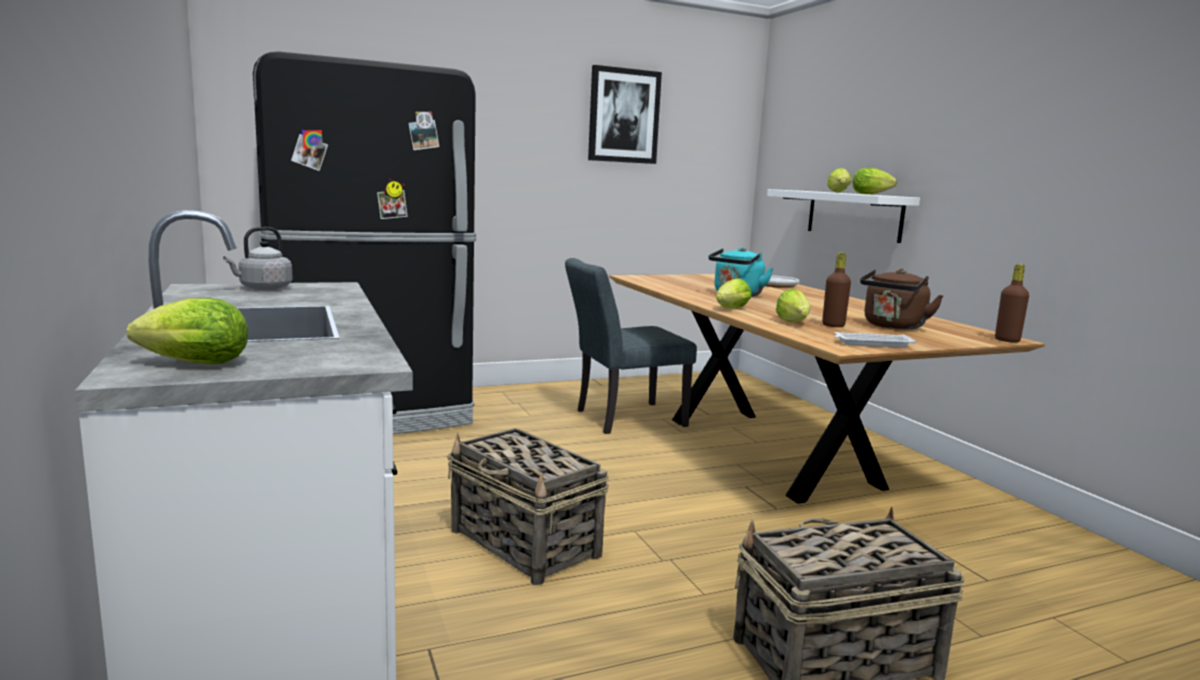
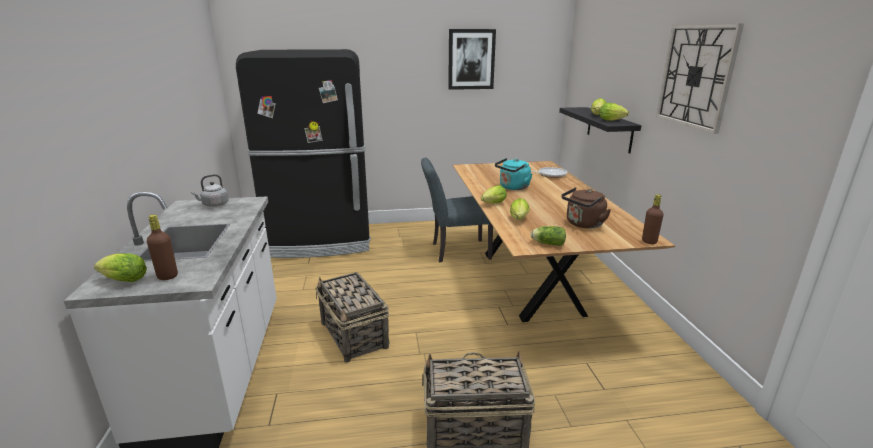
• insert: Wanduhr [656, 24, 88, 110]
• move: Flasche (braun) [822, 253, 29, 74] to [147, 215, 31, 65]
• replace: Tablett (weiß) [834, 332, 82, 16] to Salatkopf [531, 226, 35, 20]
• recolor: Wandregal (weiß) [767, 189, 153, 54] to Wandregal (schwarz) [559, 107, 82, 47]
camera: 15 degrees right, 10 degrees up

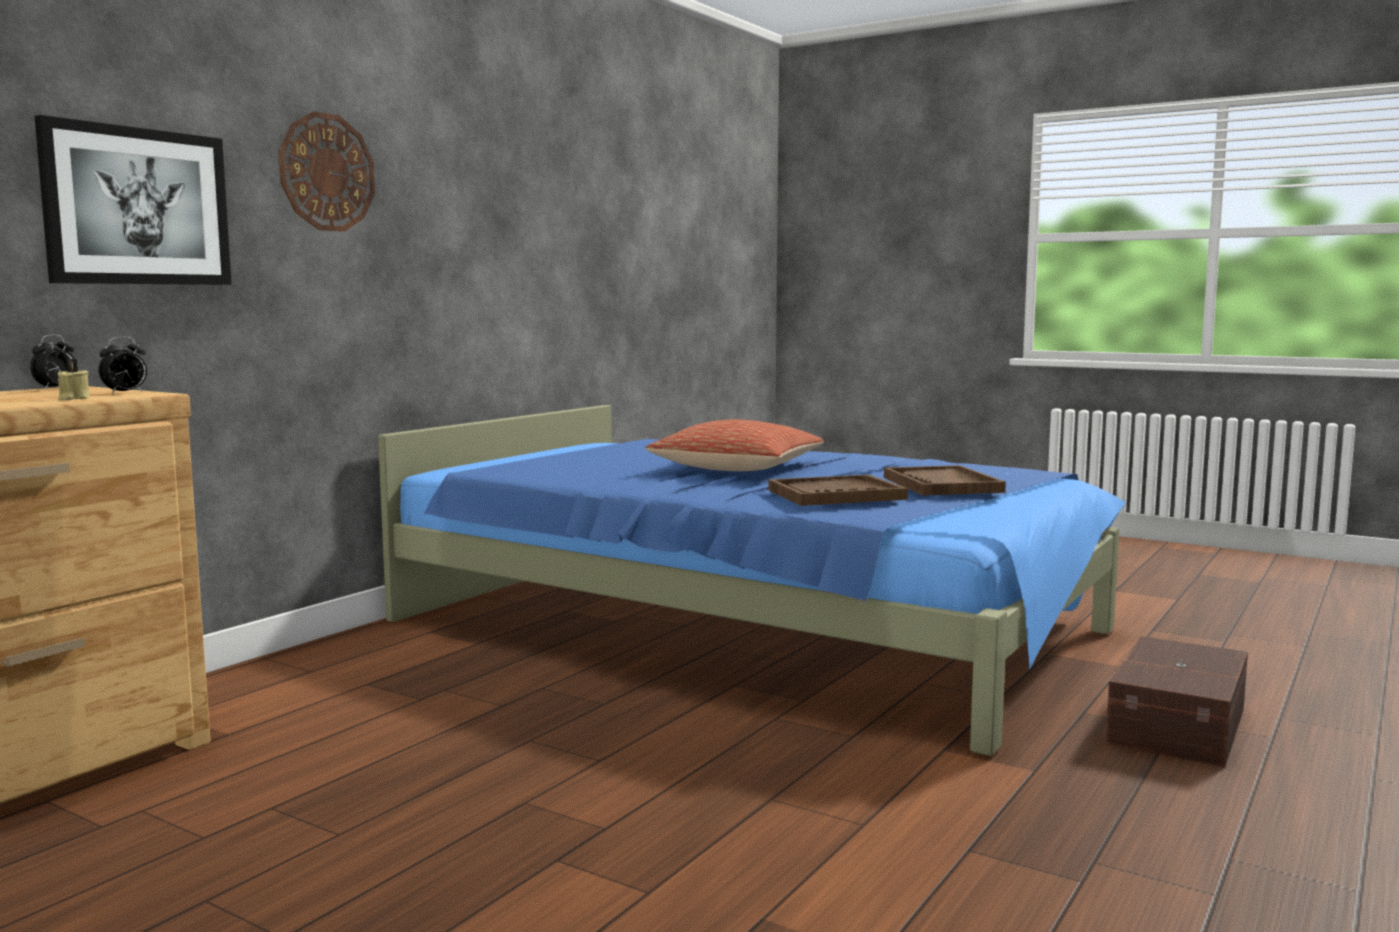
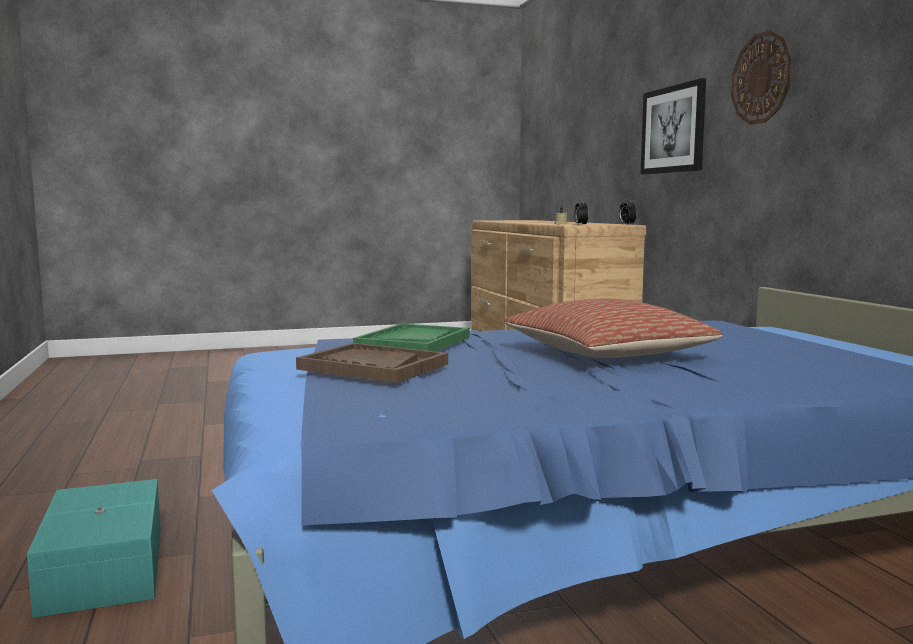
• recolor: Tablett (braun) [768, 475, 140, 31] to Tablett (grün) [353, 323, 117, 29]
• recolor: Aufbewahrungsbox (braun) [1105, 636, 143, 131] to Aufbewahrungsbox (türkis) [27, 479, 134, 139]
camera: 130 degrees right, 0 degrees up

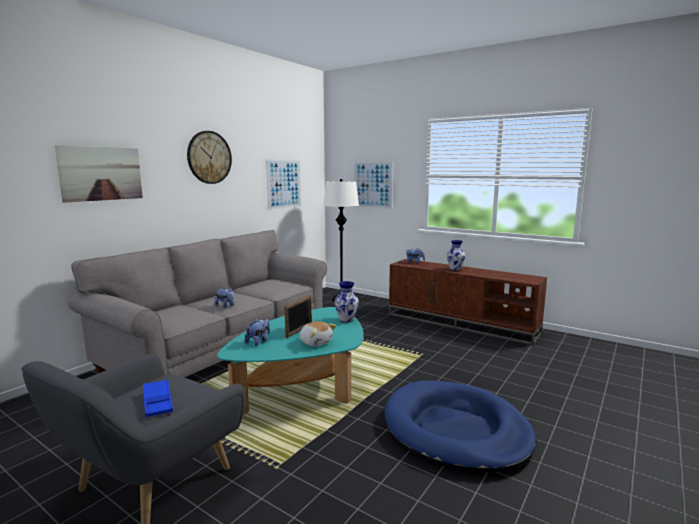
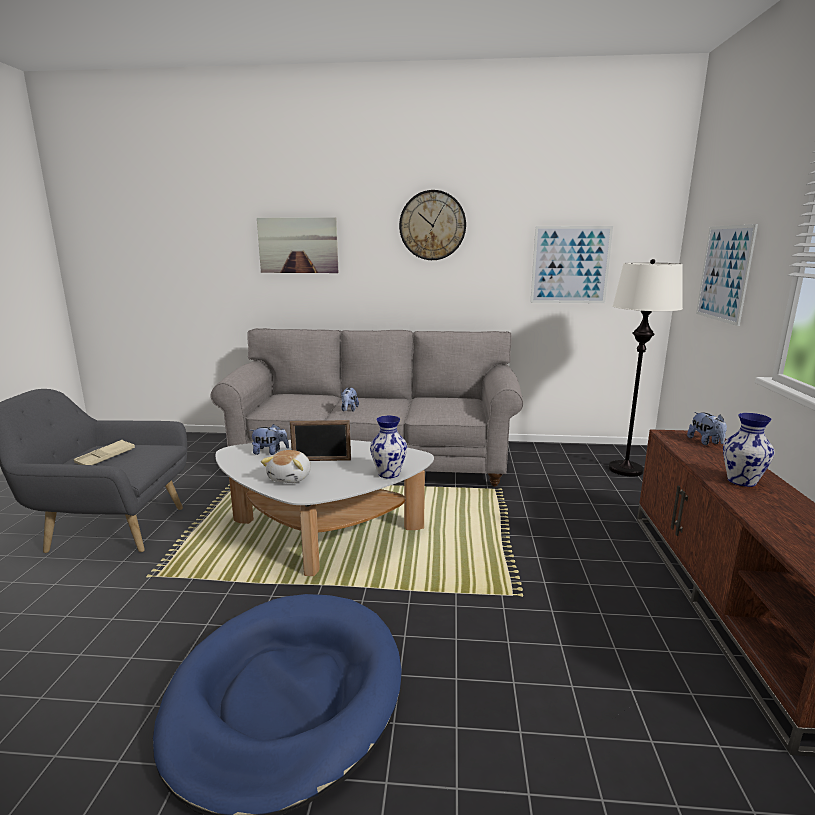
• recolor: Tablett (blau) [143, 379, 30, 38] to Tablett (beige) [74, 440, 61, 25]
• recolor: Couchtisch (türkis) [218, 307, 146, 108] to Couchtisch (weiß) [216, 440, 218, 136]
camera: 60 degrees right, 5 degrees up

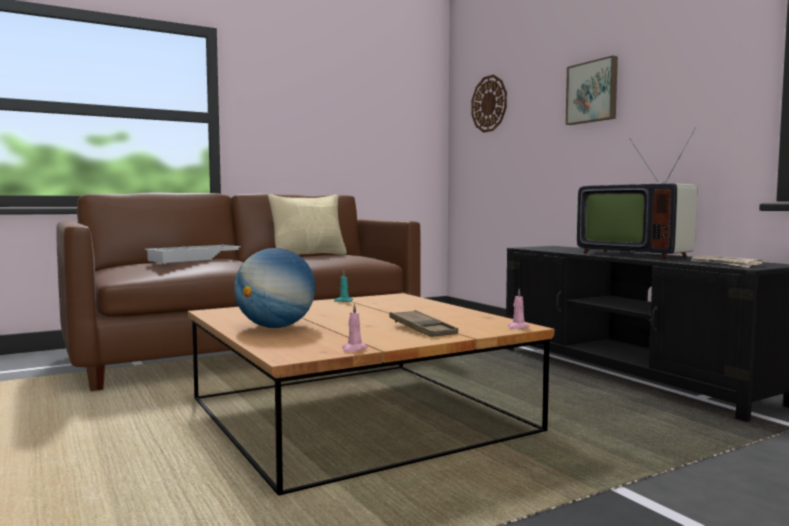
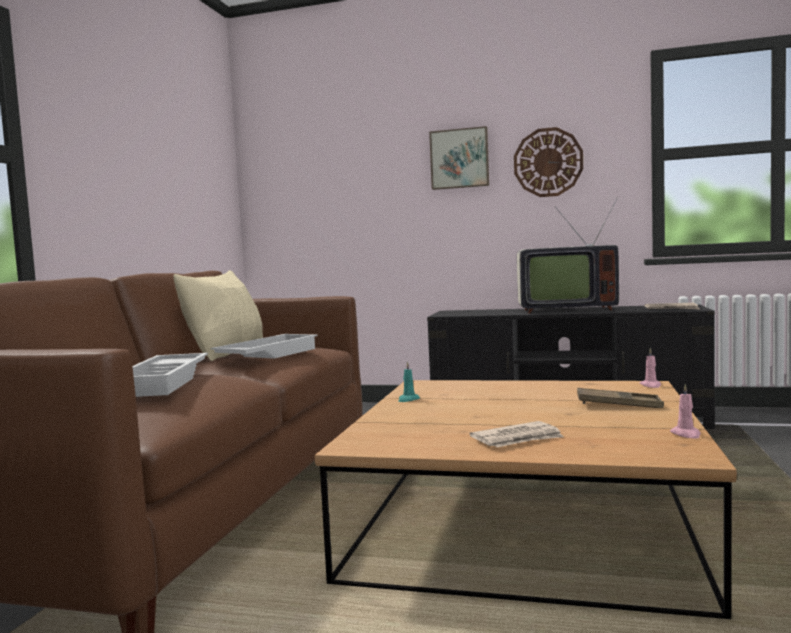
• insert: Tablett (weiß) [211, 334, 106, 25]
• move: Wanduhr [471, 75, 36, 58] to [514, 127, 69, 70]
• replace: Globus [234, 248, 81, 80] to Zeitung [469, 421, 95, 26]
camera: 45 degrees left, 0 degrees up

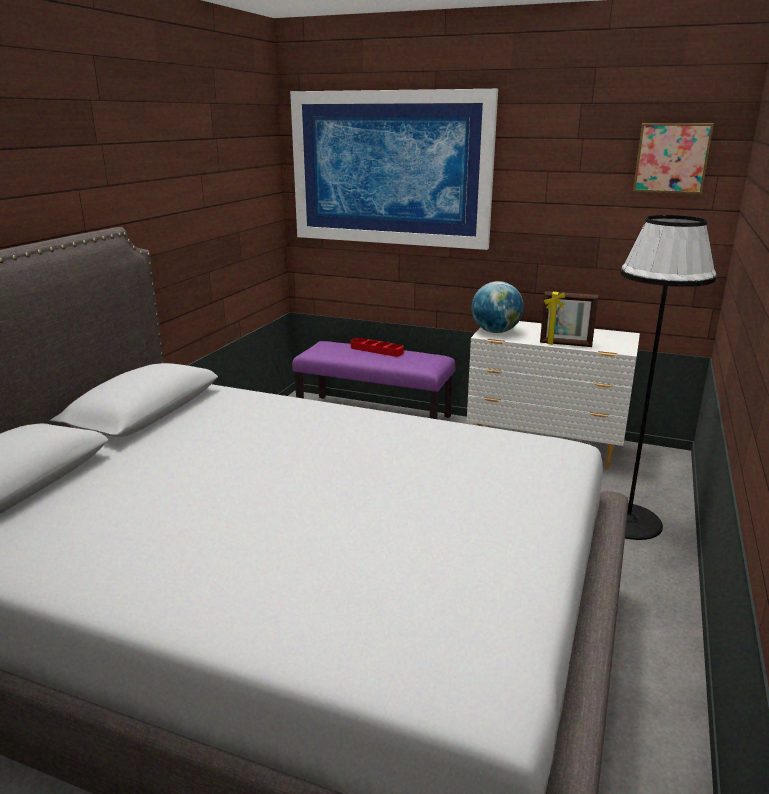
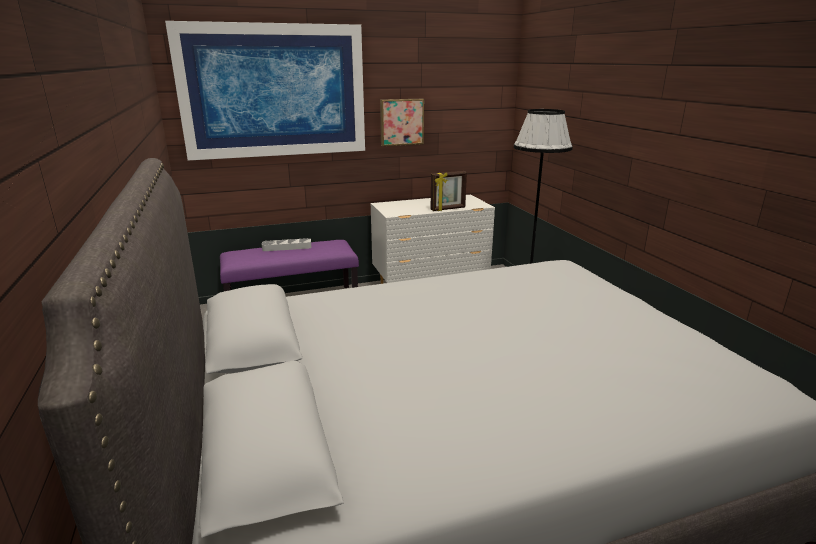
• delete: Globus [472, 281, 52, 52]
• move: Bild [633, 123, 81, 71] to [380, 99, 44, 47]
• recolor: Tablett (rot) [351, 338, 53, 19] to Tablett (grau) [262, 238, 49, 13]
camera: 40 degrees left, 0 degrees up

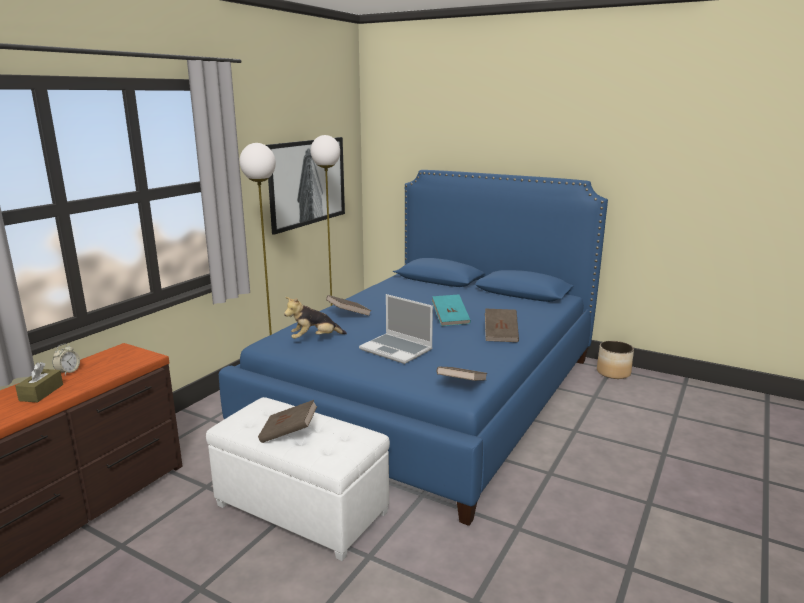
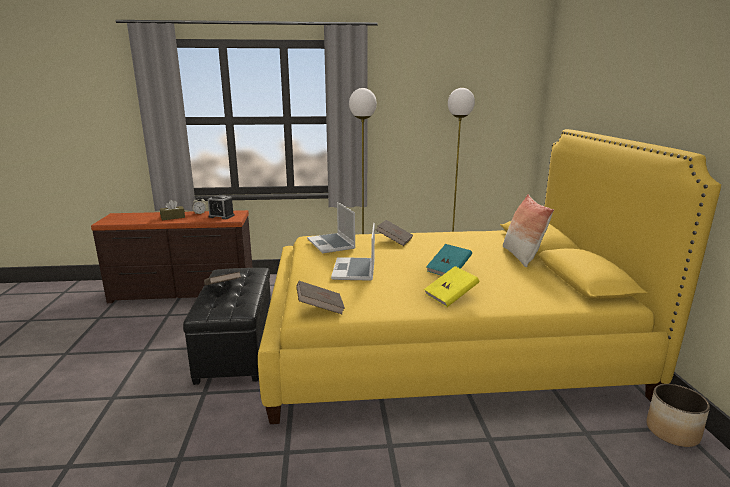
• delete: Bild [266, 137, 79, 98]
• insert: Wecker [208, 195, 27, 24]
• insert: Kissen [503, 194, 51, 73]
• replace: Plüschtier [284, 297, 63, 42] to Laptop [307, 202, 49, 51]
• recolor: Polsterhocker (weiß) [206, 397, 184, 164] to Polsterhocker (schwarz) [183, 268, 88, 117]
• recolor: Bett (blau) [219, 170, 389, 356] to Bett (gelb) [258, 129, 463, 295]
• recolor: Buch (braun) [485, 309, 34, 33] to Buch (gelb) [424, 266, 55, 41]
camera: 55 degrees right, 0 degrees up

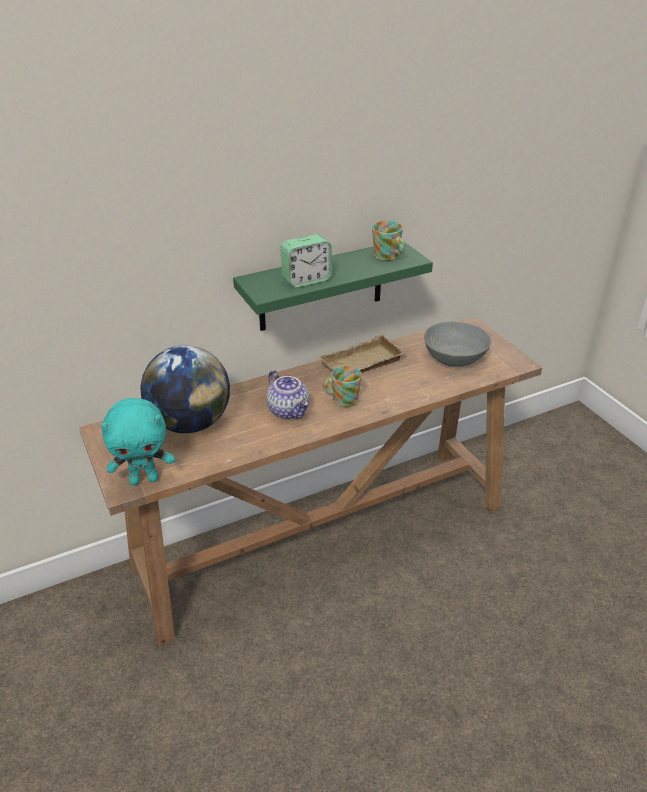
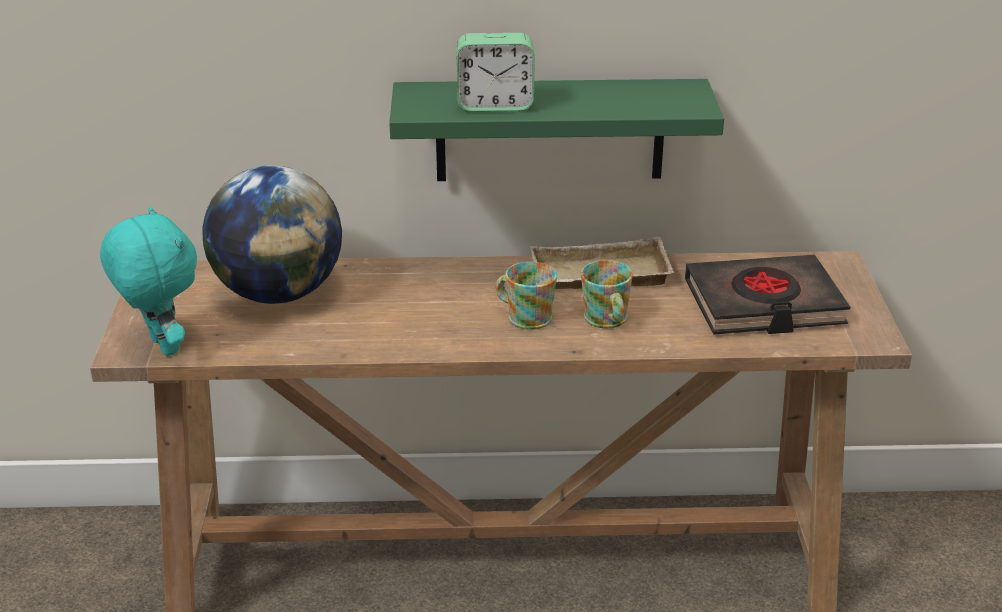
• delete: Teekanne [267, 370, 42, 49]
• move: Henkelbecher [372, 221, 33, 40] to [581, 260, 52, 68]
• replace: Schüssel (grau) [424, 322, 67, 45] to Buch (schwarz) [685, 255, 165, 80]
• rotate: Plüschtier (türkis) [101, 398, 74, 87] = [100, 206, 97, 150] 135 degrees counterclockwise
camera: 25 degrees right, 5 degrees down

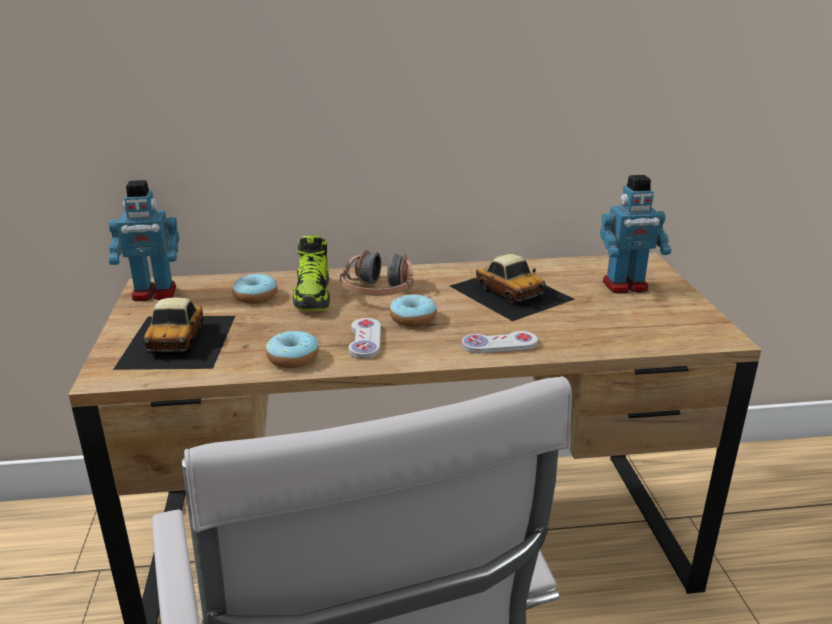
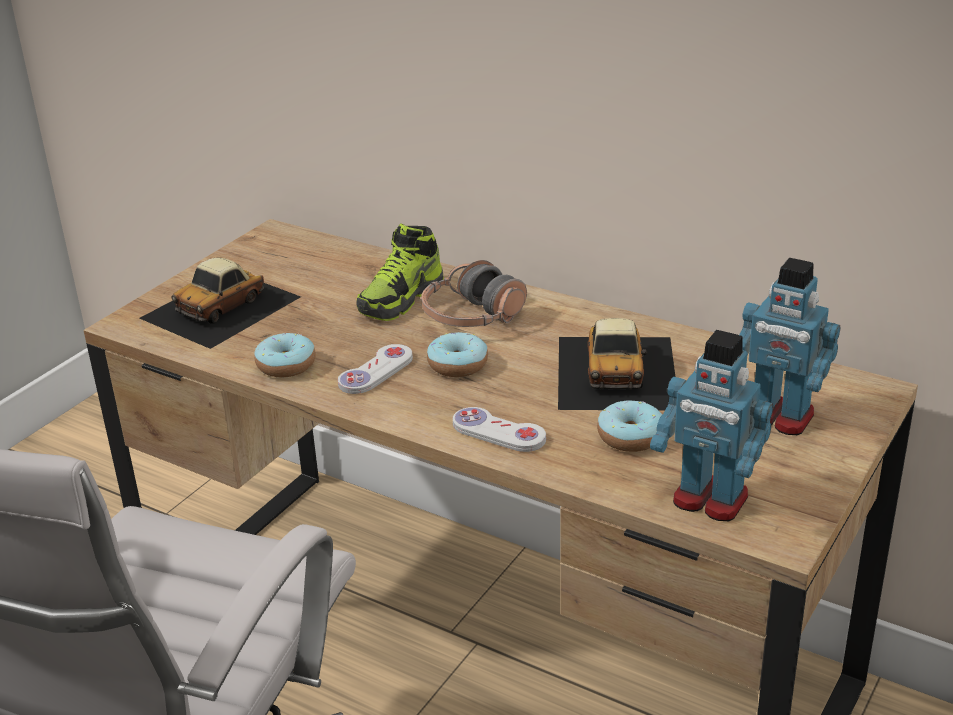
• move: Spielzeugroboter [109, 180, 70, 121] to [650, 330, 123, 191]
• move: Donut [232, 274, 46, 30] to [597, 401, 65, 51]
camera: 40 degrees right, 5 degrees up

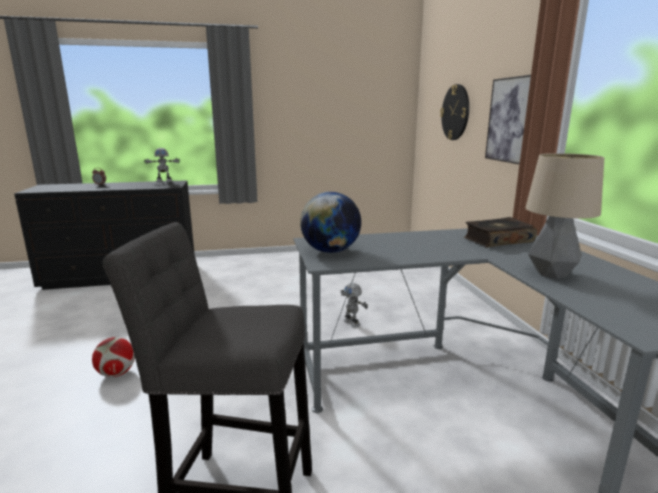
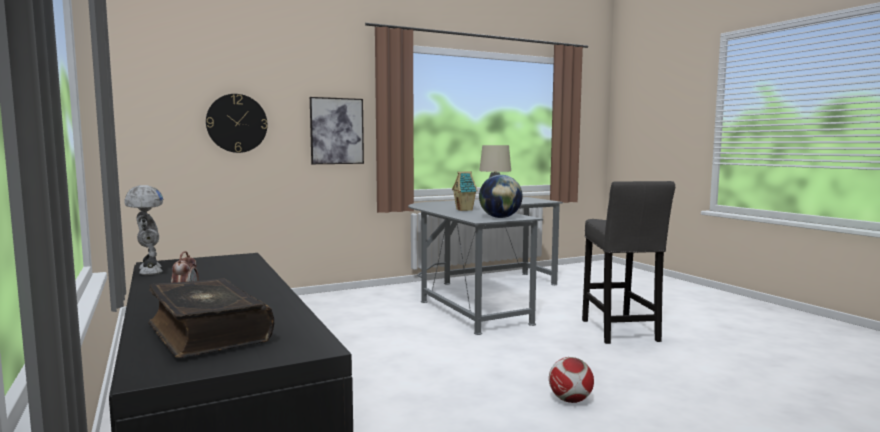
• delete: Spielzeugroboter [340, 283, 28, 45]
• insert: Spielzeughaus [452, 171, 26, 40]
• move: Buch [464, 217, 73, 30] to [149, 278, 125, 80]
camera: 105 degrees left, 10 degrees down

